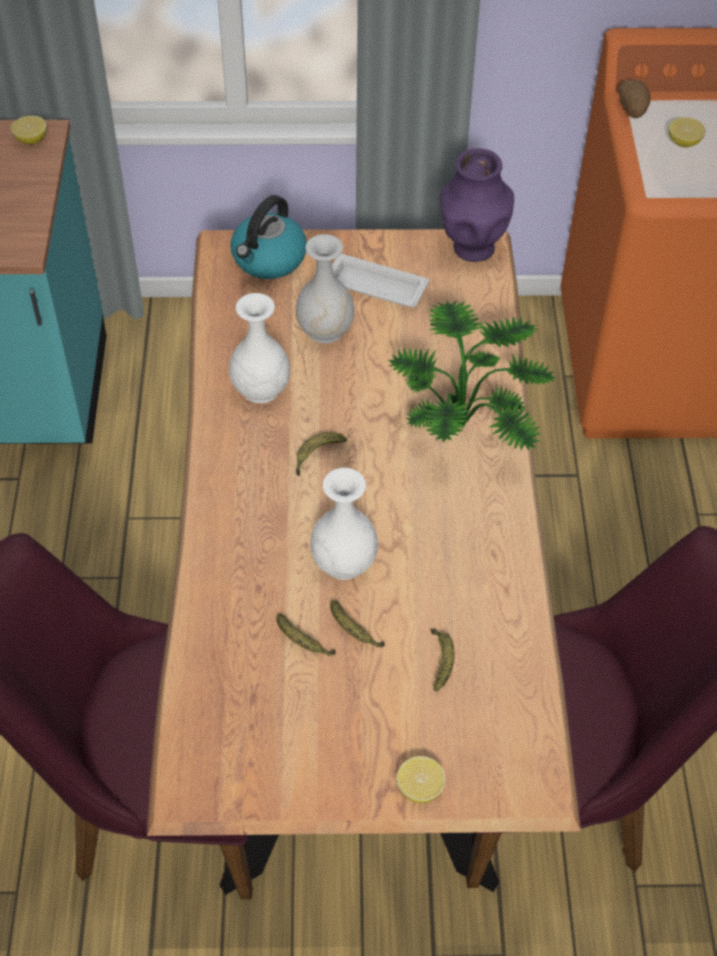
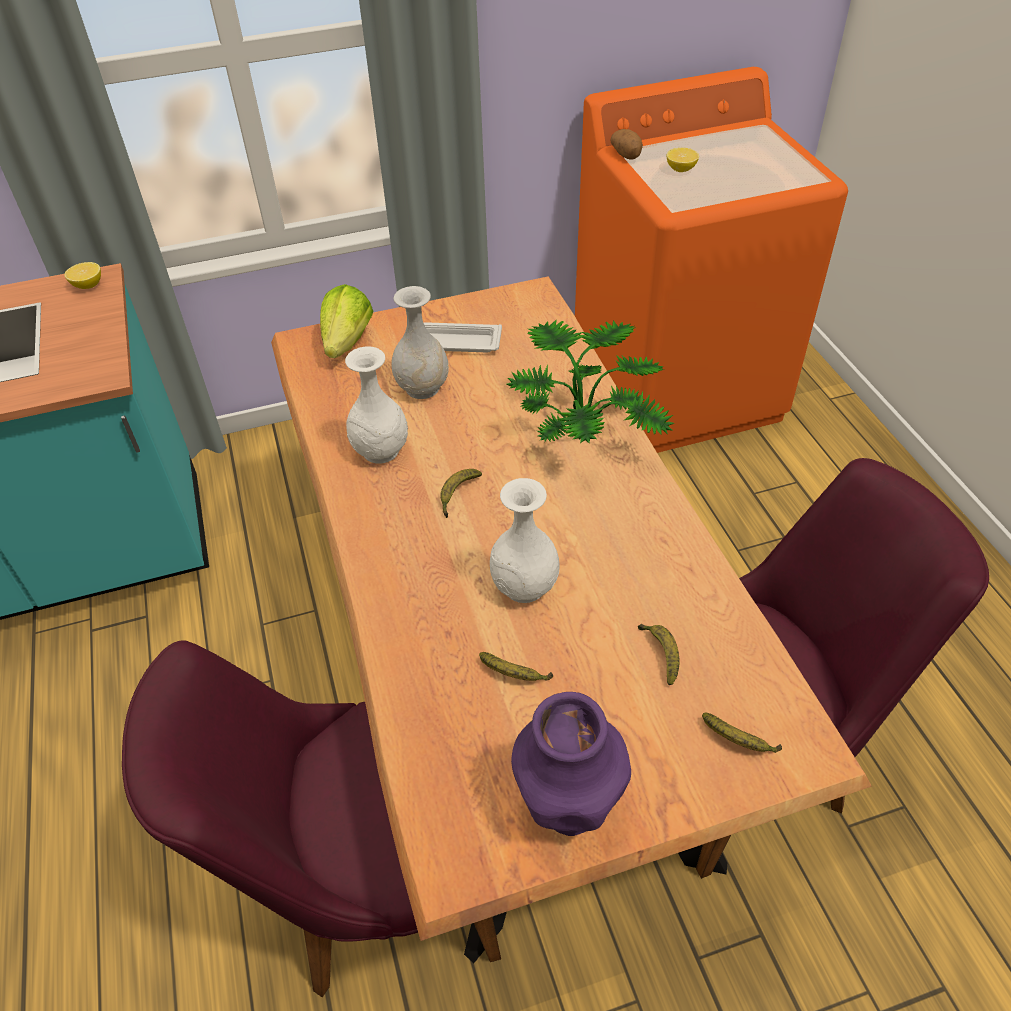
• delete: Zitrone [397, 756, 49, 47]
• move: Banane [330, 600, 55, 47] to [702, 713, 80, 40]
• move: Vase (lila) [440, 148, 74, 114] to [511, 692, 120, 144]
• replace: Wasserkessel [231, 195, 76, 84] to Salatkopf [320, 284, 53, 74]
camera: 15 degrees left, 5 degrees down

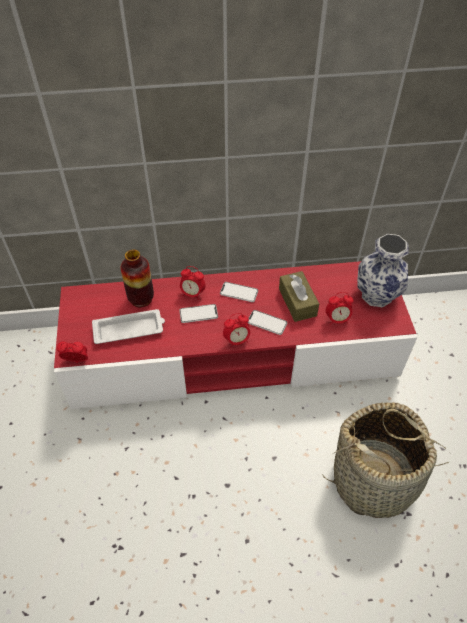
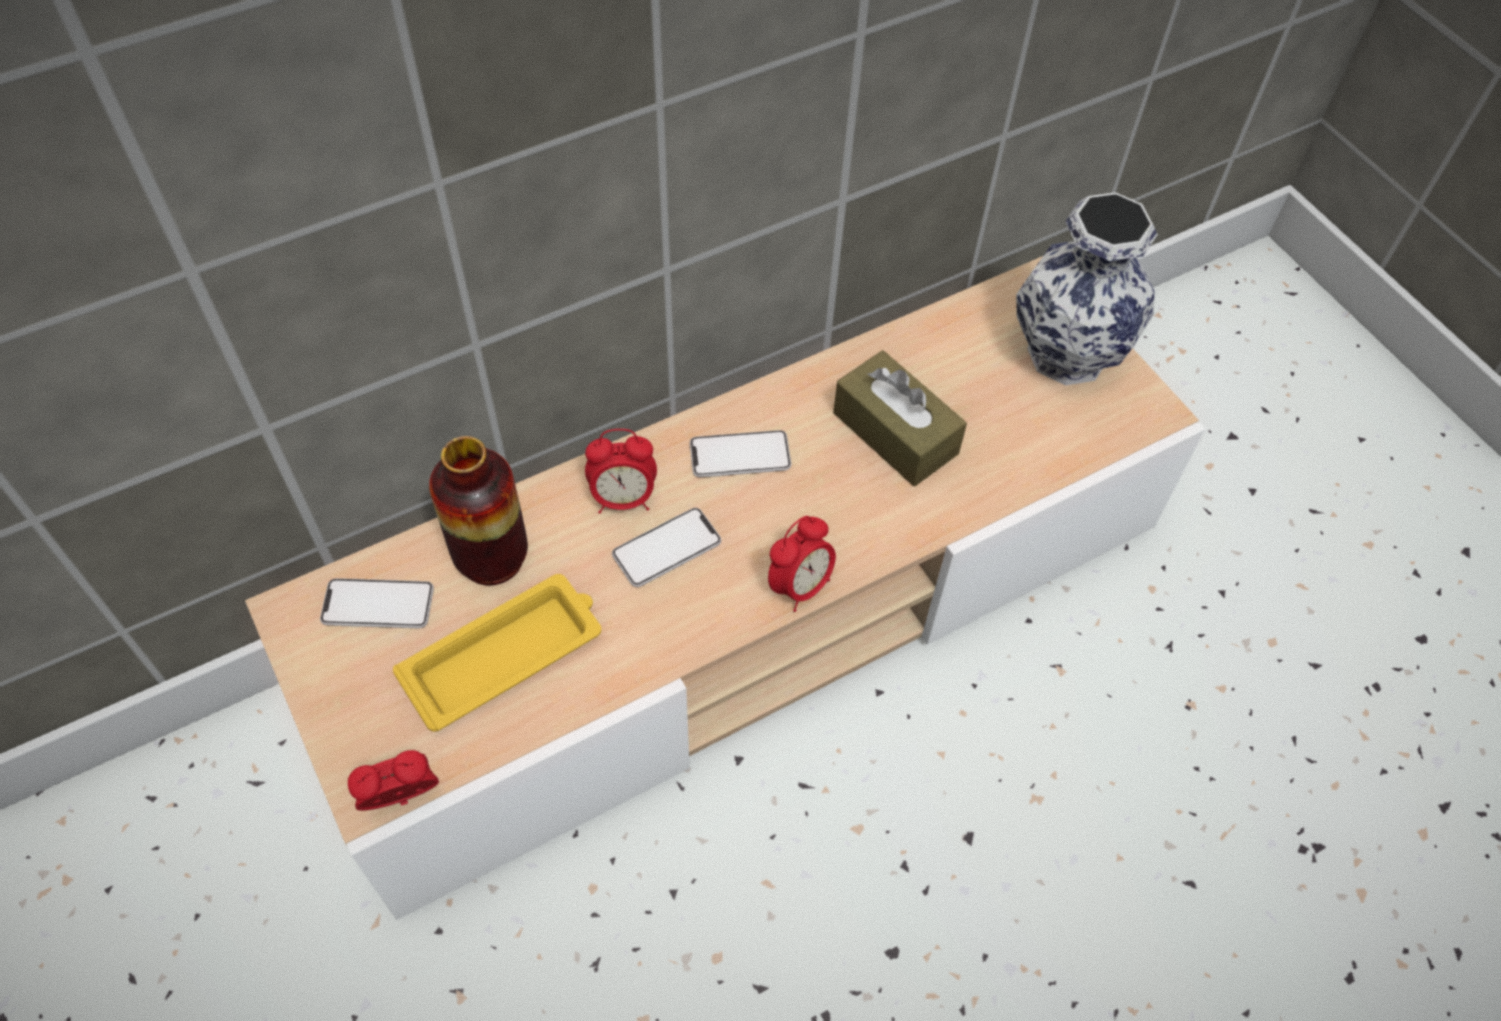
• delete: Korb [323, 402, 126, 116]
• delete: Wecker [326, 292, 28, 33]
• move: Handy [248, 310, 39, 25] to [320, 578, 114, 50]
• recolor: Fernsehschrank (rot) [54, 261, 363, 148] to Fernsehschrank (beige) [245, 256, 960, 664]
• recolor: Tablett (weiß) [92, 309, 73, 35] to Tablett (gelb) [393, 574, 208, 158]
camera: 25 degrees left, 5 degrees up

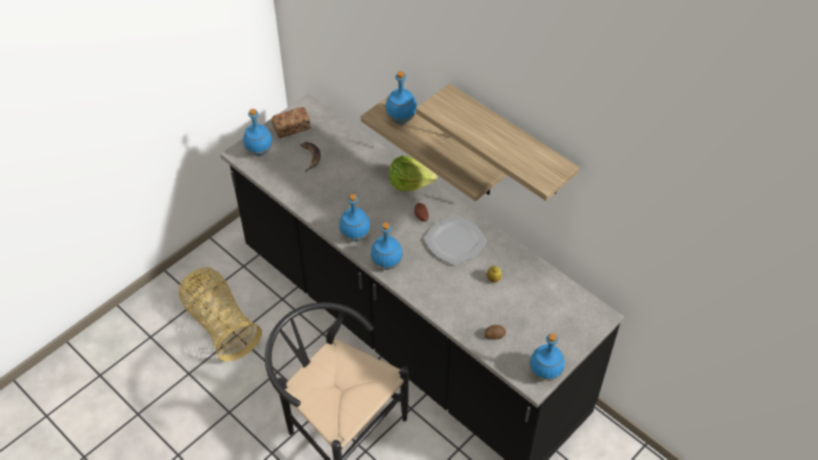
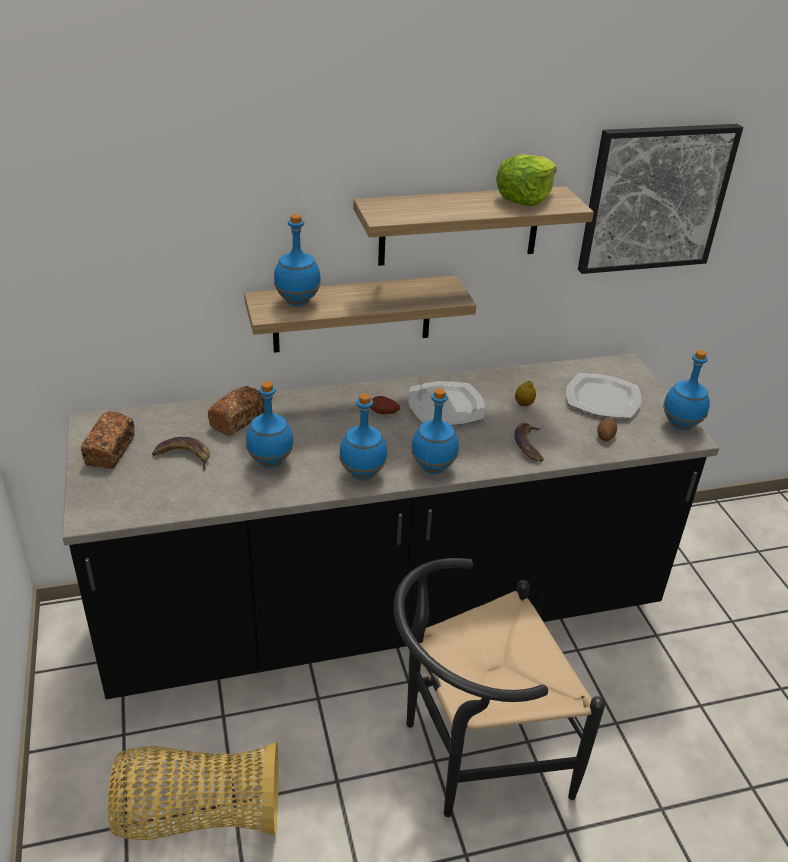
• insert: Brot [208, 386, 56, 50]
• insert: Banane [515, 423, 29, 39]
• insert: Teller [566, 373, 76, 45]
• insert: Bild [578, 124, 165, 150]
• move: Flasche (blau) [243, 109, 30, 47] to [246, 381, 48, 87]
• move: Salatkopf [389, 156, 48, 35] to [496, 154, 61, 52]
camera: 60 degrees left, 15 degrees down

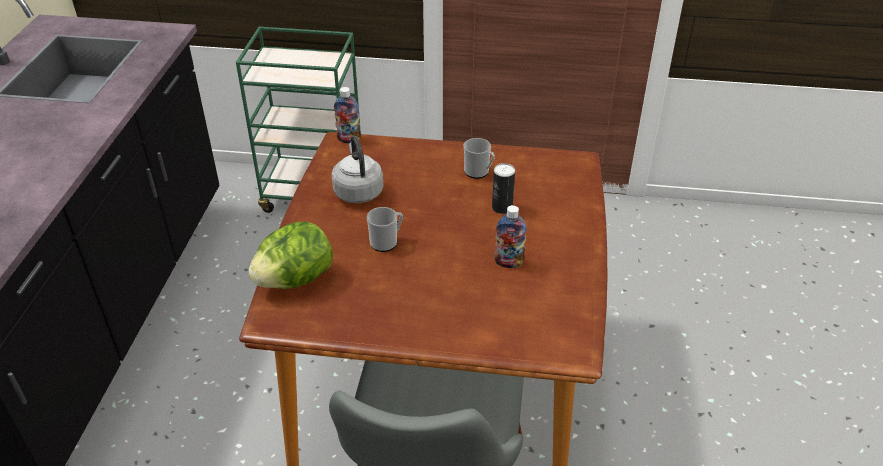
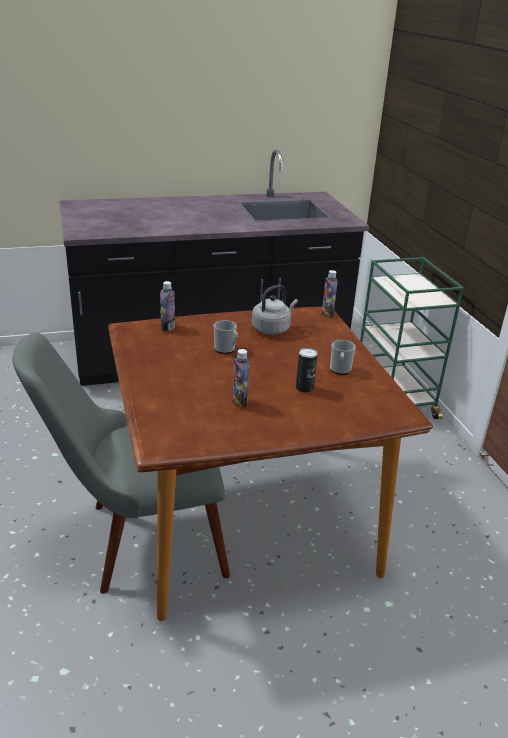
• replace: Salatkopf [248, 222, 85, 67] to Flasche [160, 281, 15, 51]
camera: 65 degrees right, 10 degrees down

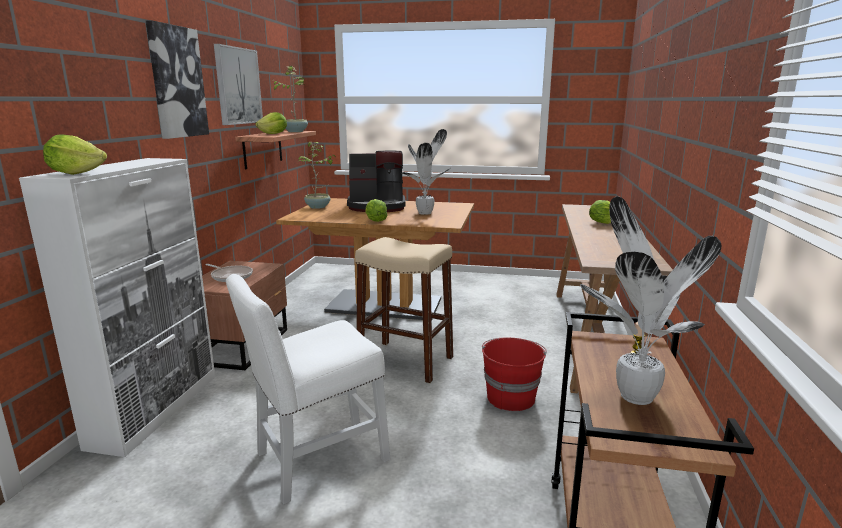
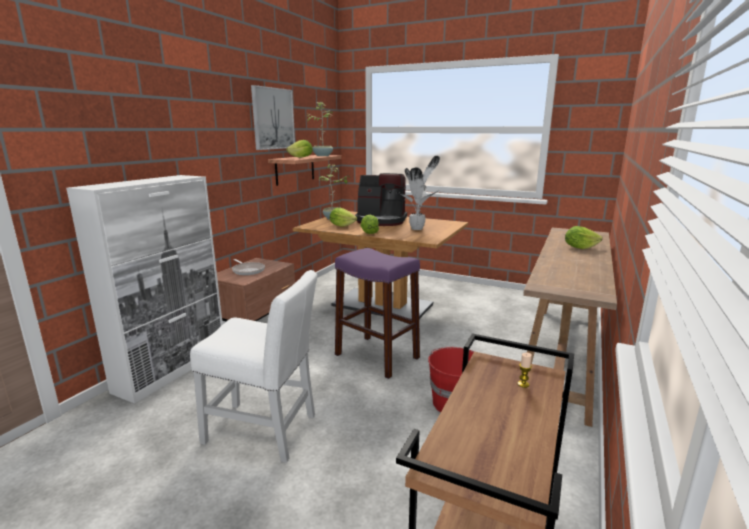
• delete: Bild [146, 20, 63, 119]
• delete: Topfpflanze [580, 197, 141, 208]
• move: Salatkopf [43, 134, 64, 41] to [330, 208, 27, 19]
• recolor: Hocker (beige) [355, 237, 98, 146] to Hocker (lila) [335, 248, 85, 131]
• rotate: Stuhl (weiß) [226, 274, 164, 230] = [190, 270, 127, 193] 150 degrees counterclockwise
camera: 15 degrees right, 0 degrees up

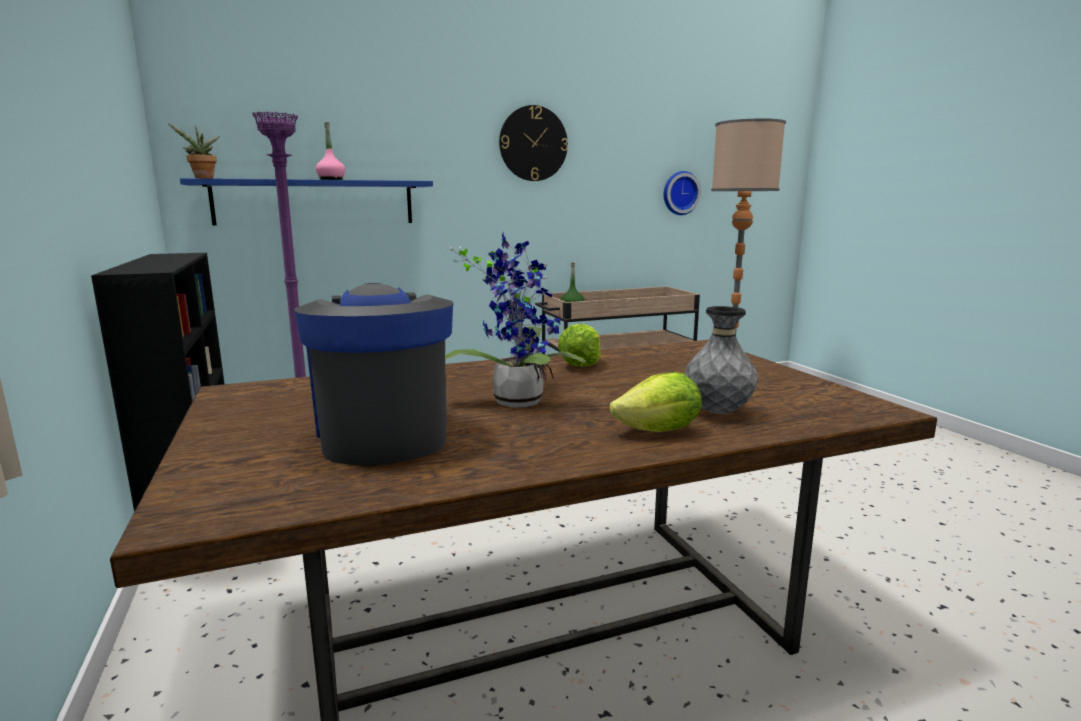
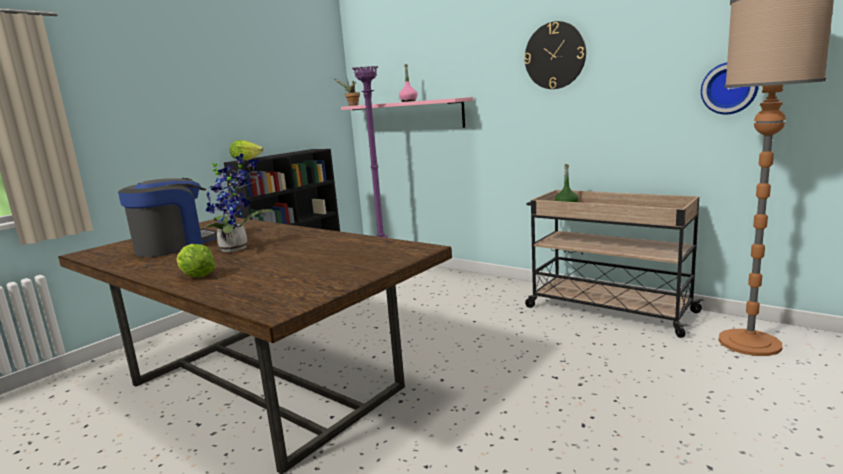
• delete: Vase (grau) [685, 306, 73, 108]
• move: Salatkopf [558, 324, 43, 42] to [230, 140, 33, 21]
• recolor: Wandregal (blau) [180, 178, 253, 47] to Wandregal (rosa) [341, 97, 132, 31]
camera: 60 degrees right, 0 degrees up

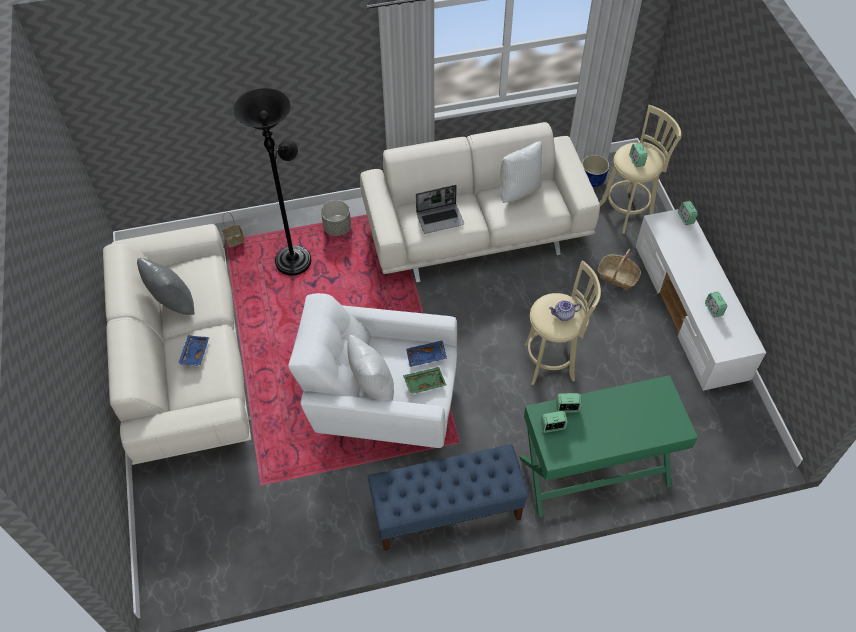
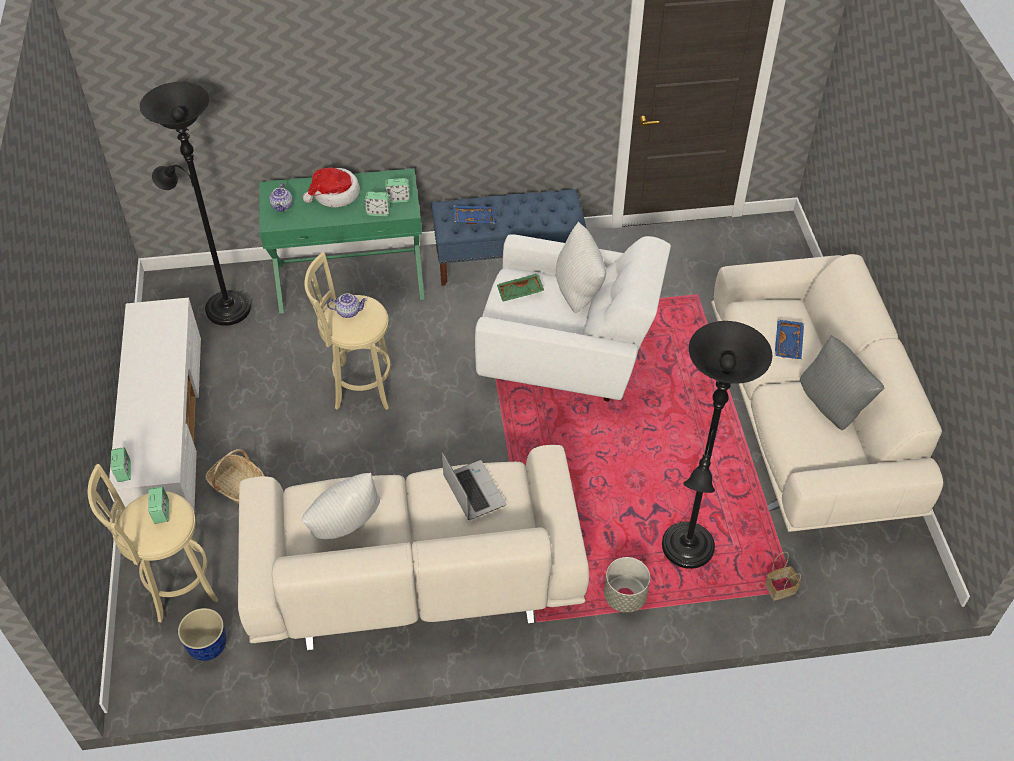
• delete: Wecker [705, 291, 22, 27]
• insert: Stehlampe (schwarz) [140, 82, 111, 244]
• insert: Teekanne [269, 183, 24, 29]
• insert: Hut [303, 167, 57, 40]
• move: Tablett (blau) [406, 340, 41, 27] to [453, 205, 42, 19]
• rotate: Laptop [416, 185, 48, 49] = [442, 451, 64, 69] 75 degrees clockwise
camera: 175 degrees left, 5 degrees down

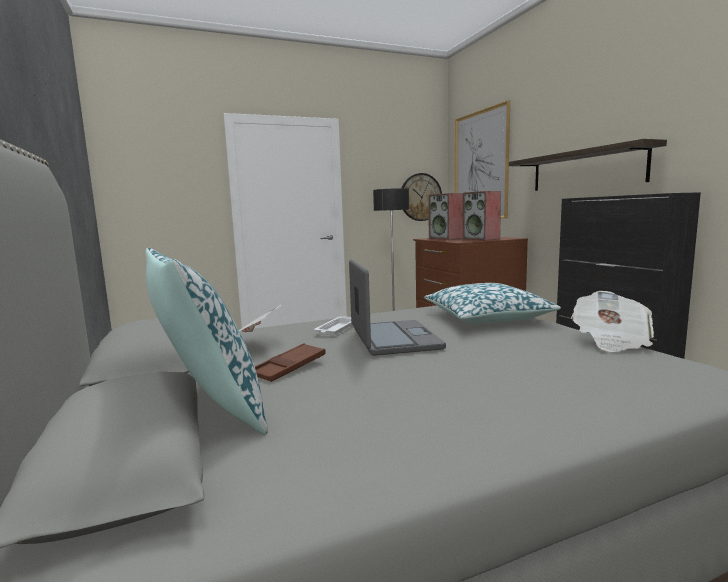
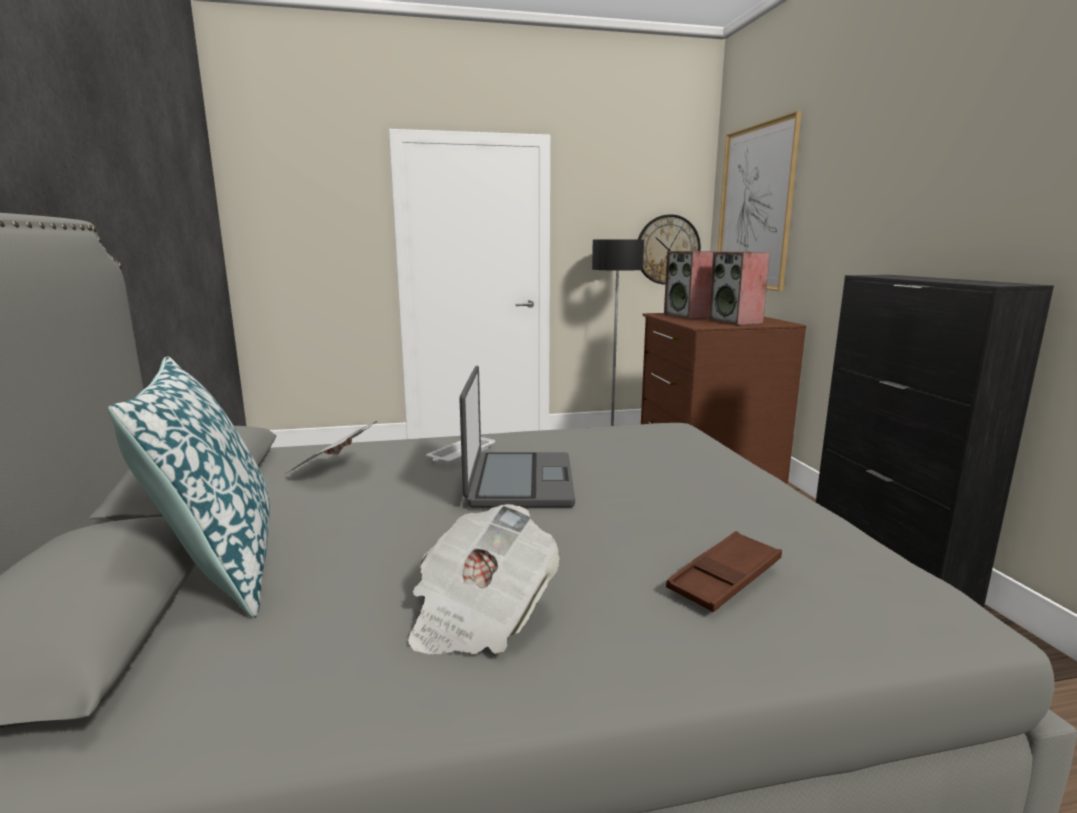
• delete: Kissen [424, 283, 137, 41]
• delete: Wandregal [509, 139, 158, 52]
• move: Tablett (braun) [255, 343, 71, 39] to [666, 531, 116, 81]
• move: Zeitung [571, 291, 83, 61] to [408, 504, 152, 150]
camera: 10 degrees right, 5 degrees up

